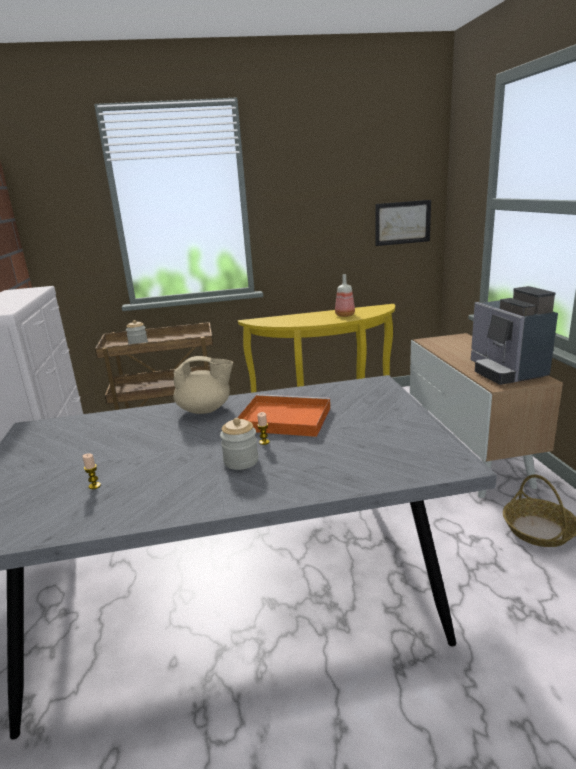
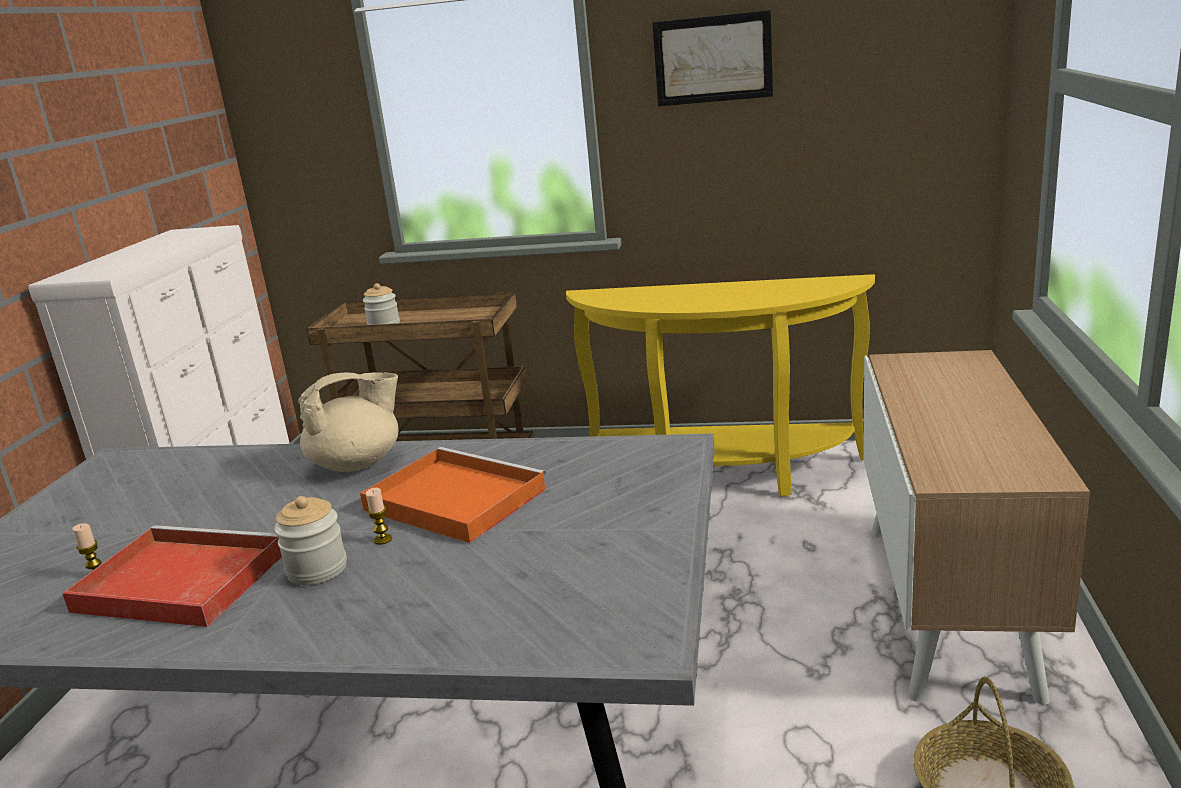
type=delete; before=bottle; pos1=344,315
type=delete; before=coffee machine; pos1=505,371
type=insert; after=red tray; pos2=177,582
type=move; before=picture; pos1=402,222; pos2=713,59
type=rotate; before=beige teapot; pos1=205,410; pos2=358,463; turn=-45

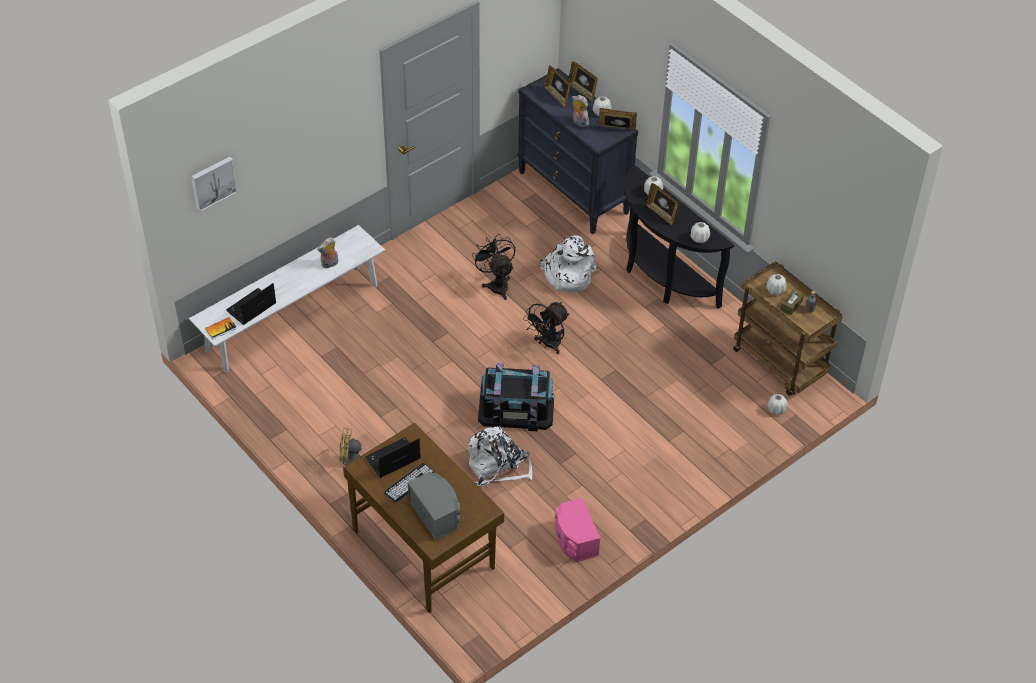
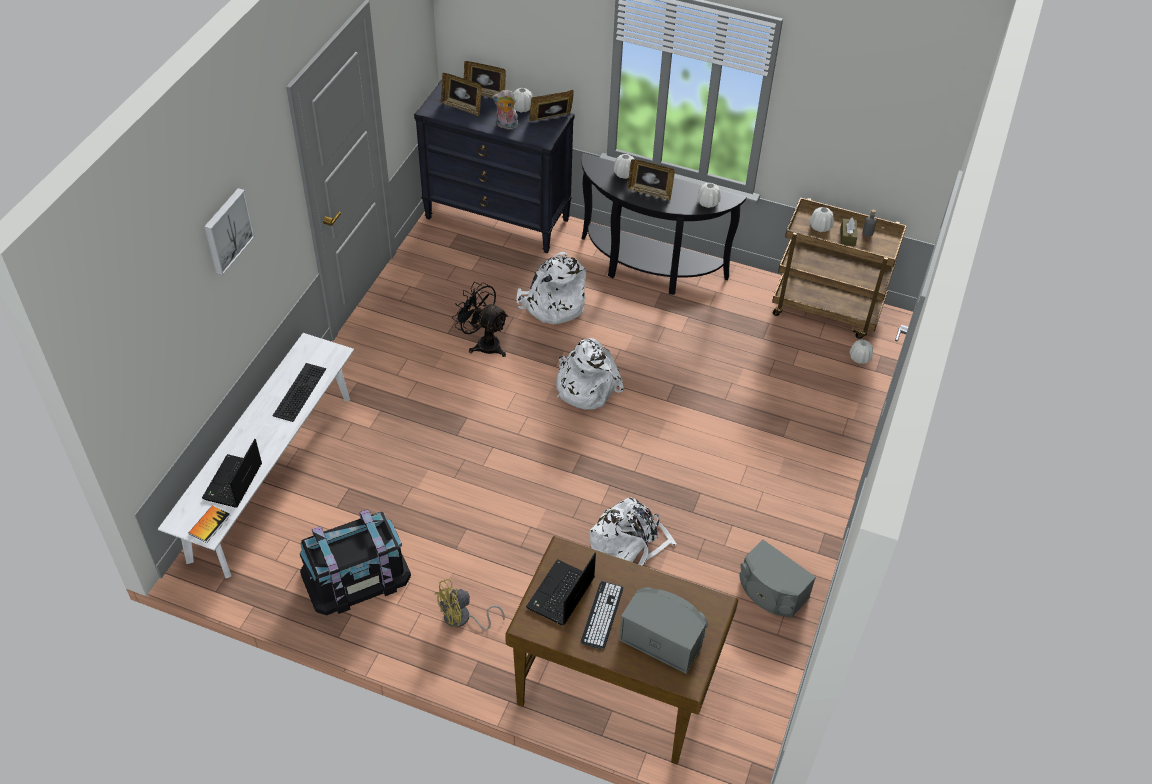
type=move; before=picture; pos1=213,182; pos2=227,230
type=move; before=black storage box; pos1=516,409; pos2=355,574
type=replace; before=plush toy; after=keyboard; pos1=329,264; pos2=298,391
type=replace; before=black fan; after=white backpack; pos1=548,344; pos2=585,386
type=recolor; before=pink speaker; after=grey speaker; pos1=574,540; pos2=771,592

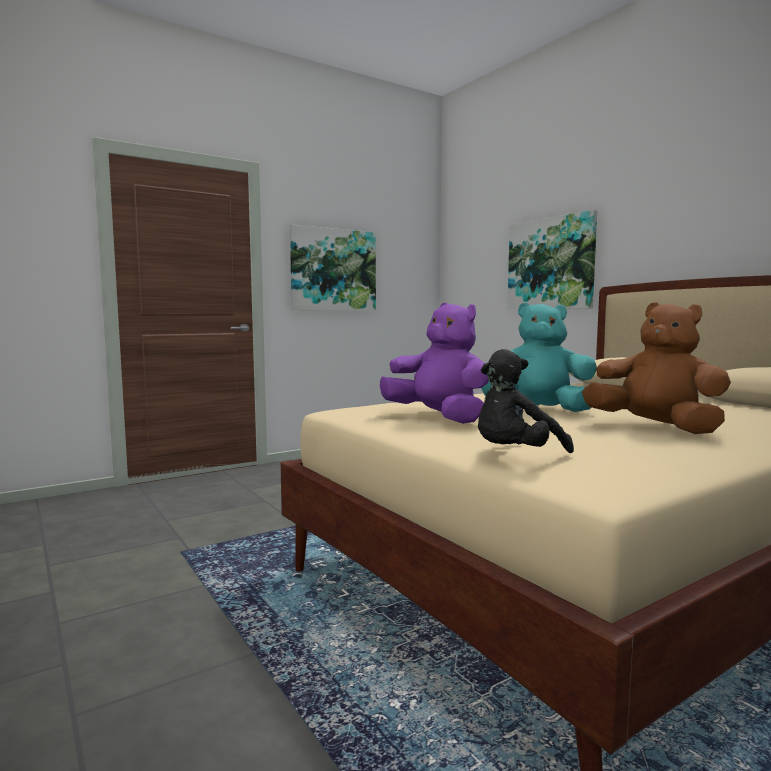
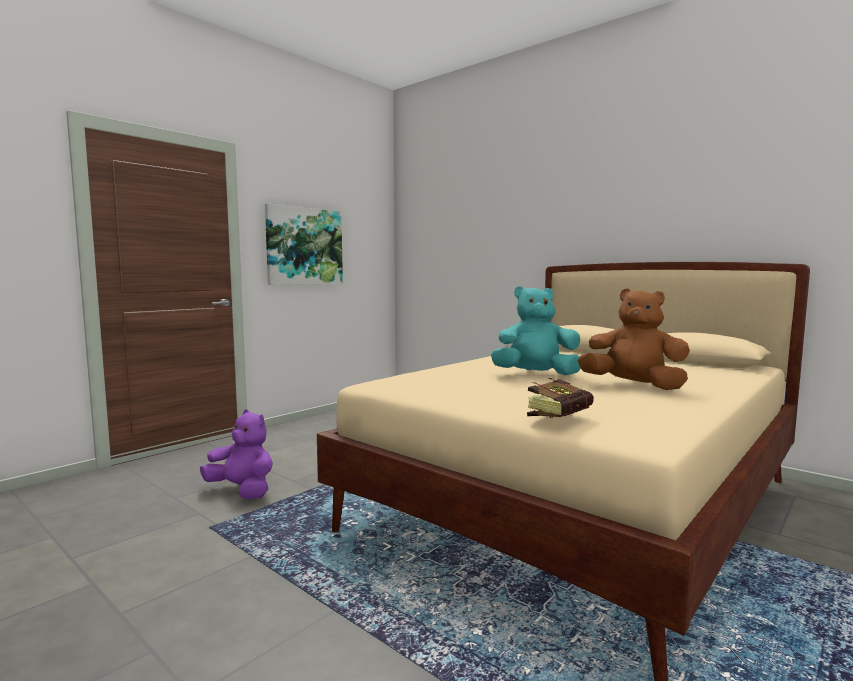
type=delete; before=picture; pos1=551,263
type=move; before=purple plush toy; pos1=439,418; pos2=242,491
type=replace; before=black plush toy; after=book; pos1=515,456; pos2=563,418

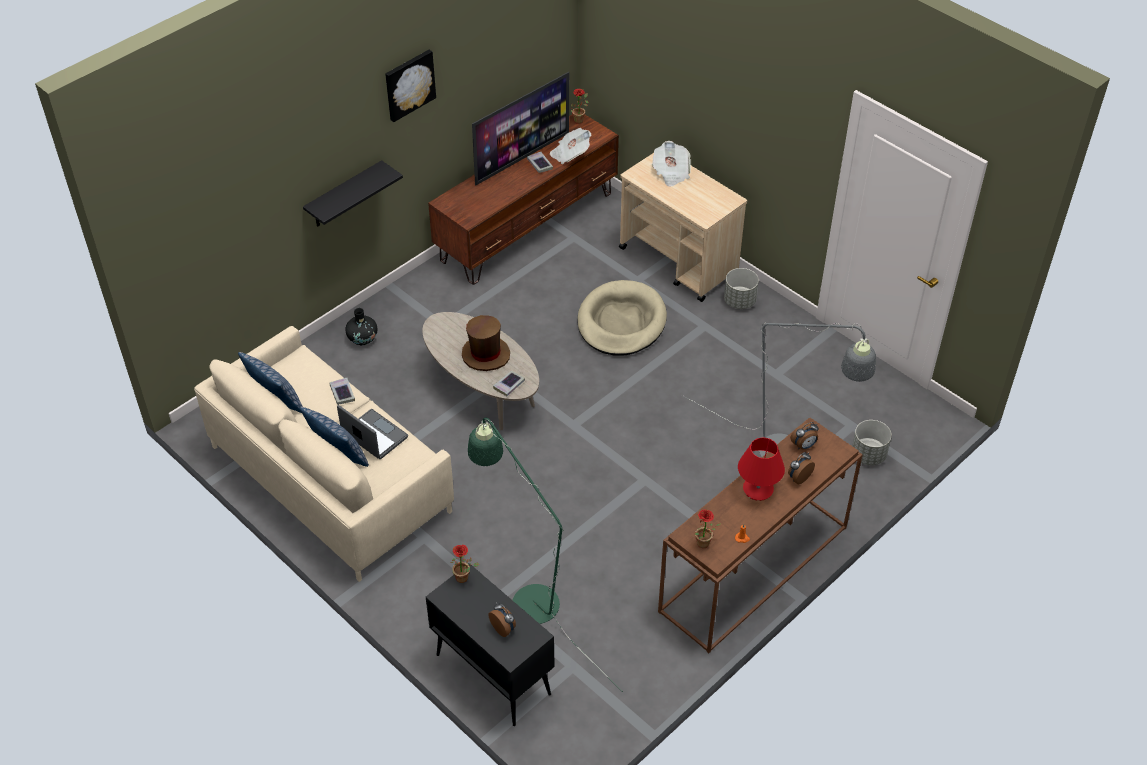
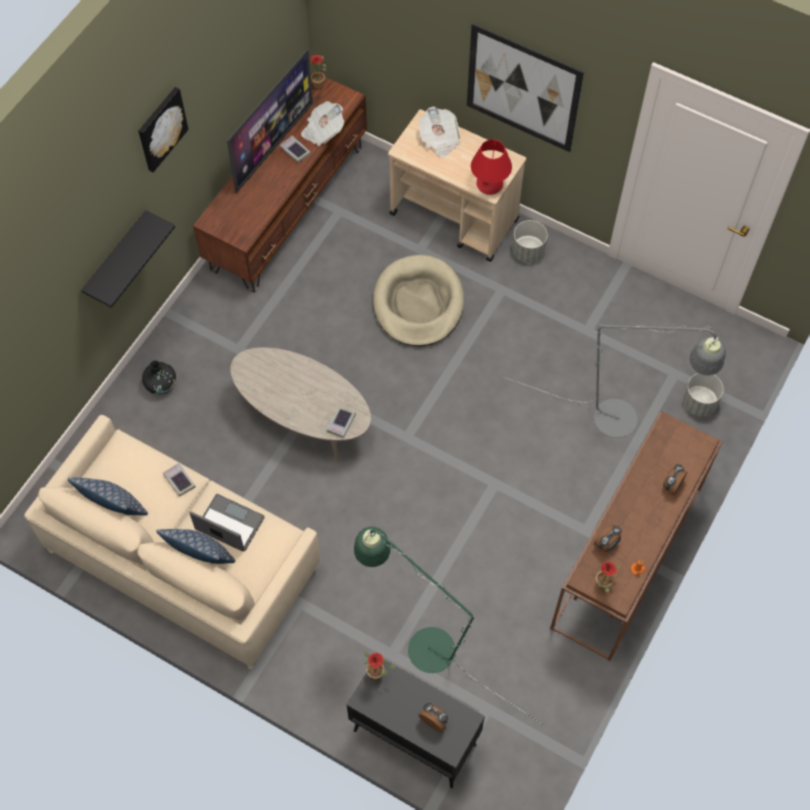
type=delete; before=brown hat; pos1=485,355
type=insert; after=picture; pos2=522,88
type=move; before=red table lamp; pos1=758,489; pos2=490,184
type=move; before=alarm clock; pos1=803,446; pos2=606,544

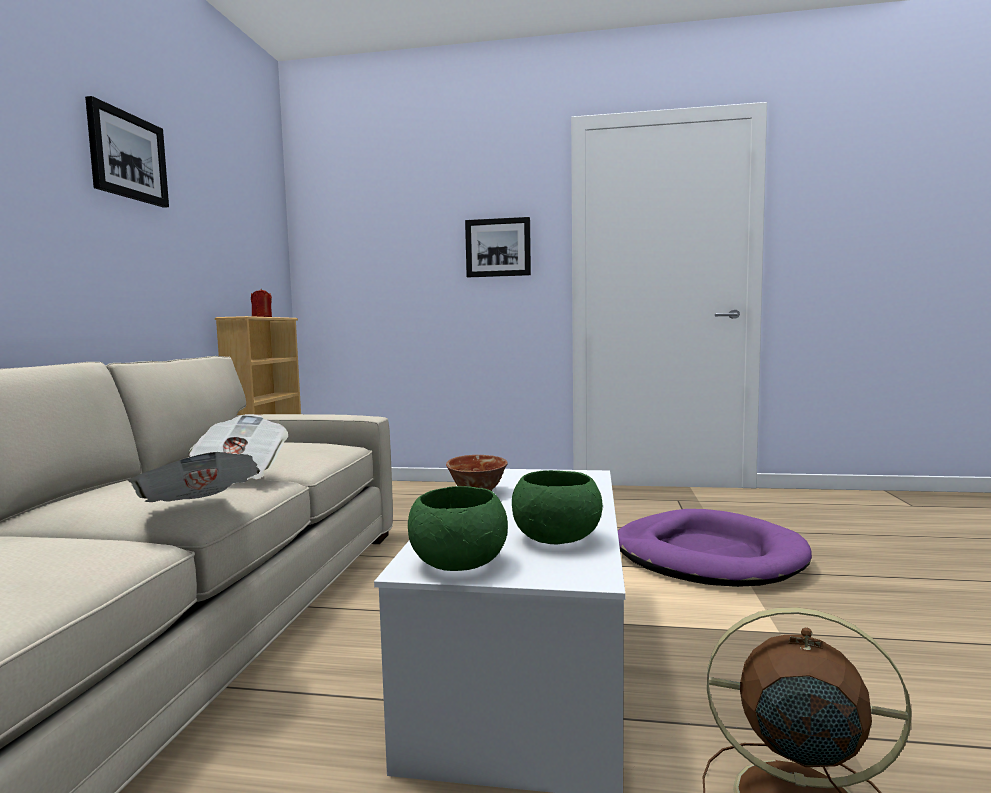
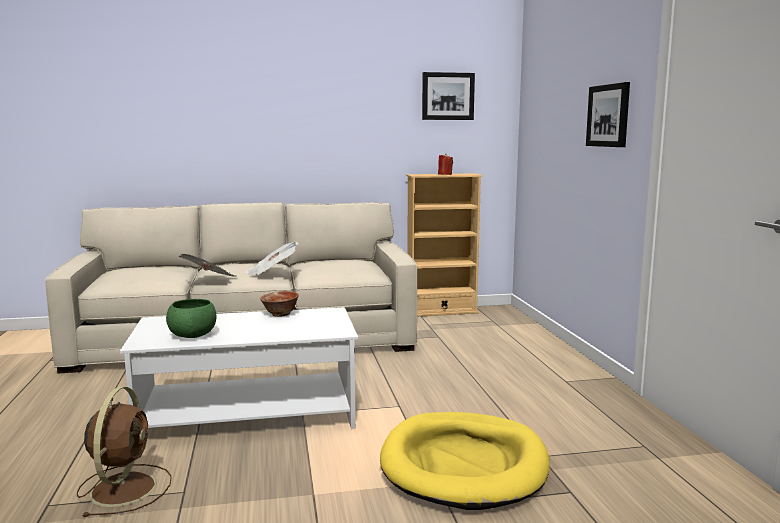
type=delete; before=green bowl; pos1=459,563
type=move; before=picture; pos1=127,156; pos2=447,96
type=recolor; before=purple dog bed; after=yellow dog bed; pos1=707,556; pos2=464,465

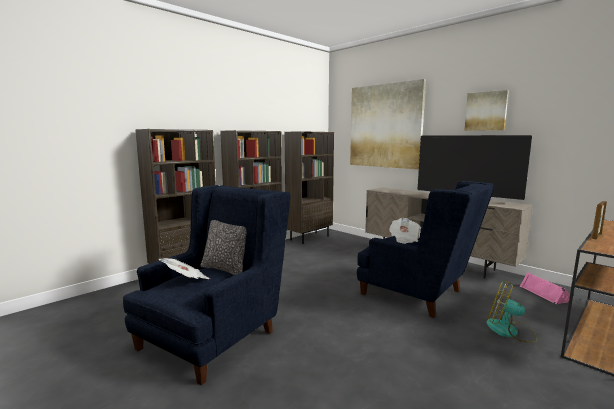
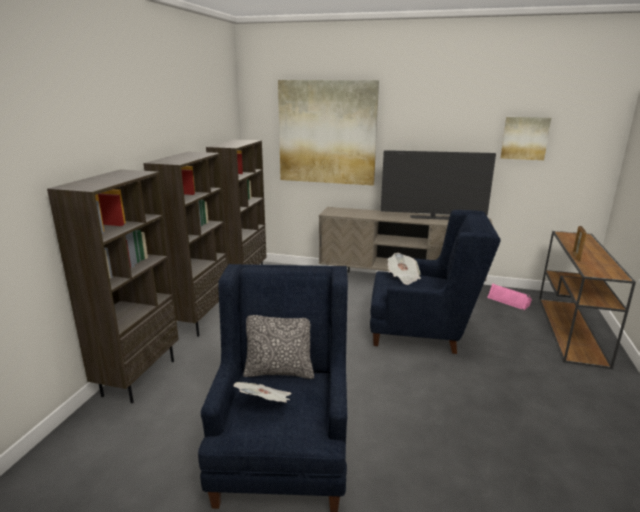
type=delete; before=fan; pos1=509,331
type=move; before=picture; pos1=486,111; pos2=524,138

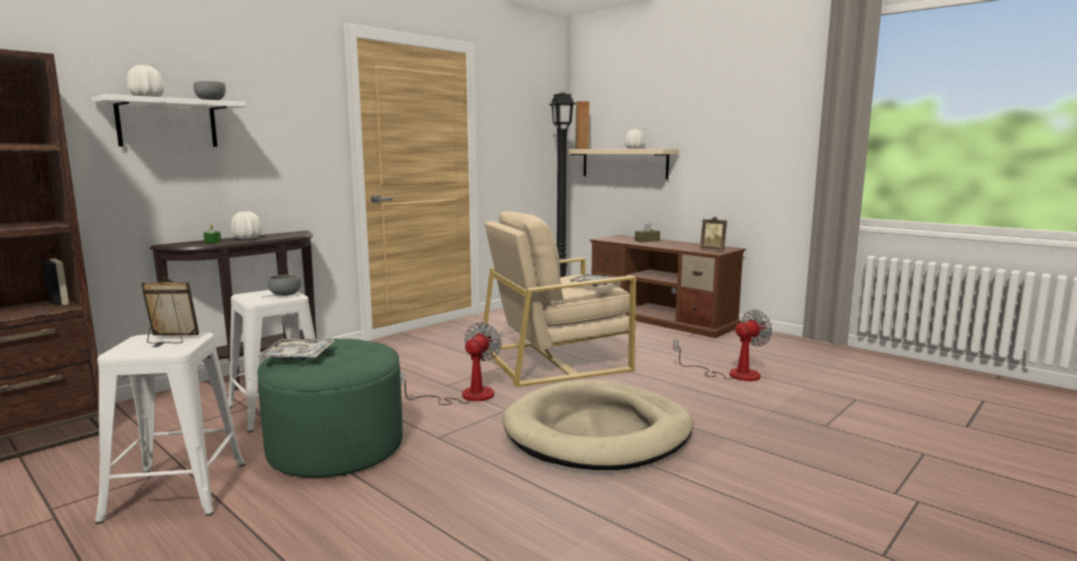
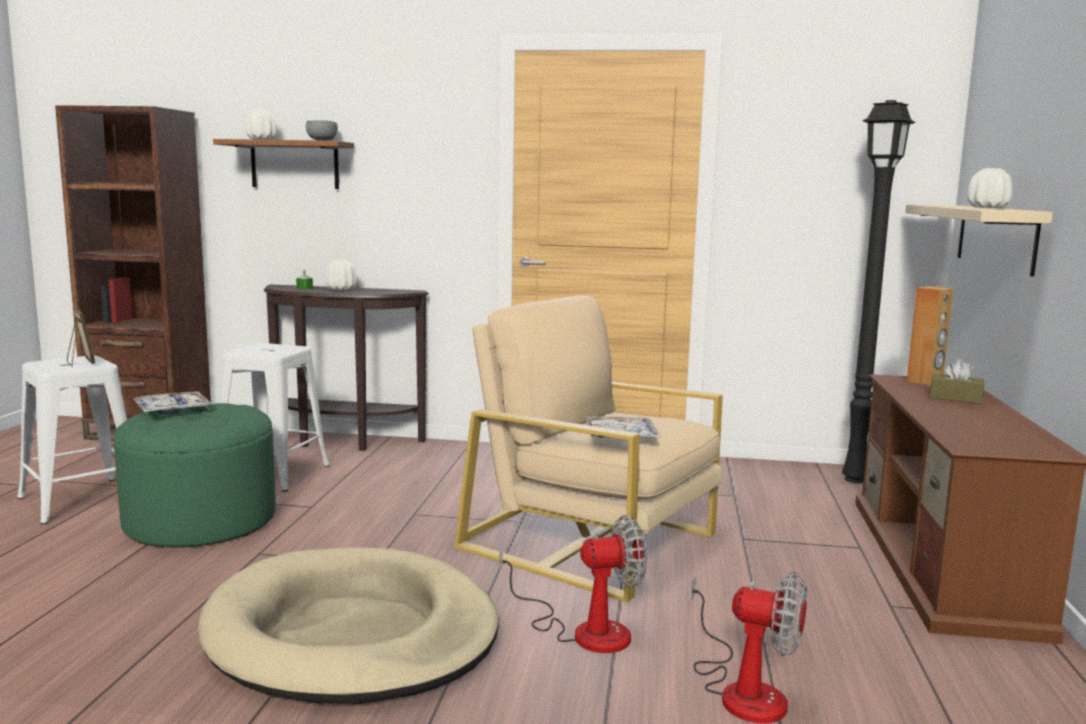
type=delete; before=grey bowl; pos1=285,295
type=delete; before=picture frame; pos1=713,250
type=move; before=fan; pos1=465,396; pos2=584,631
type=move; before=brown speaker; pos1=582,148; pos2=925,382
type=recolor; before=white shelf; after=brown shelf; pos1=167,123; pos2=295,165

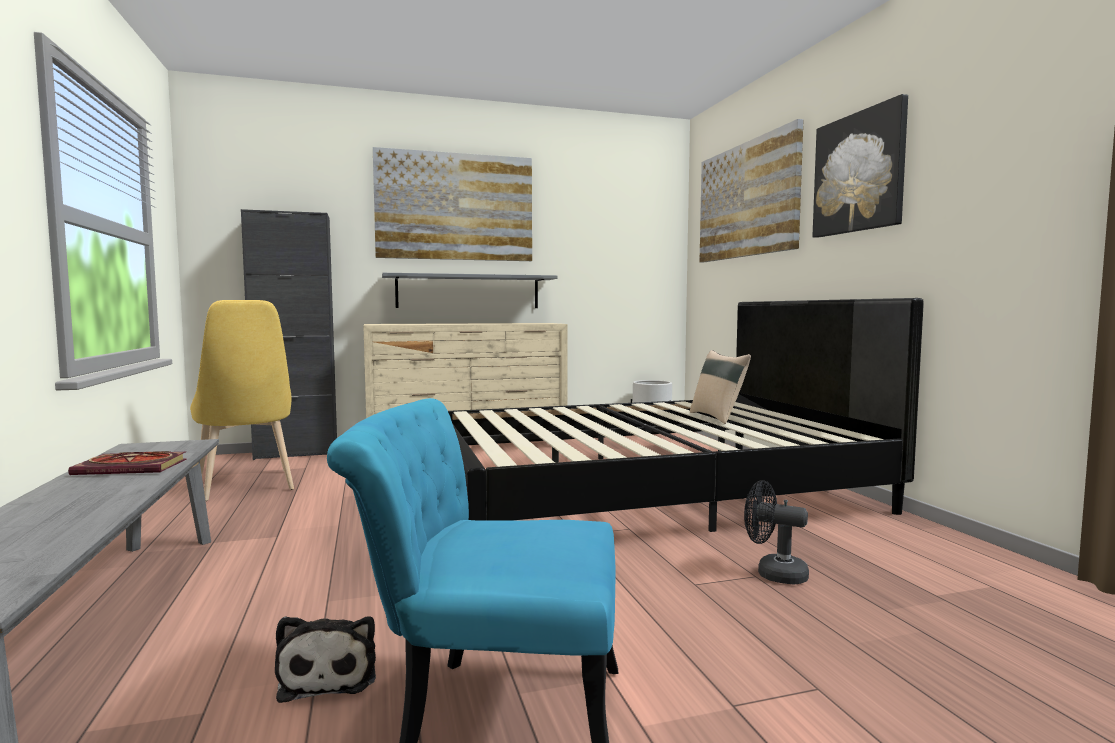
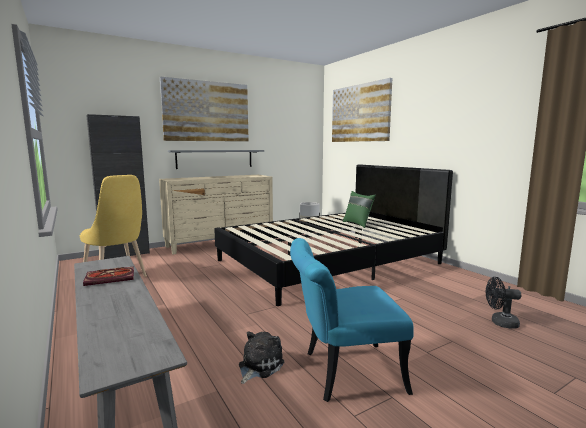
type=delete; before=picture; pos1=859,173
type=move; before=black fan; pos1=773,573; pos2=500,323
type=recolor; before=beige pillow; after=green pillow; pos1=718,417; pos2=358,224
type=rotate; before=plush toy; pos1=329,675; pos2=259,366; turn=-120

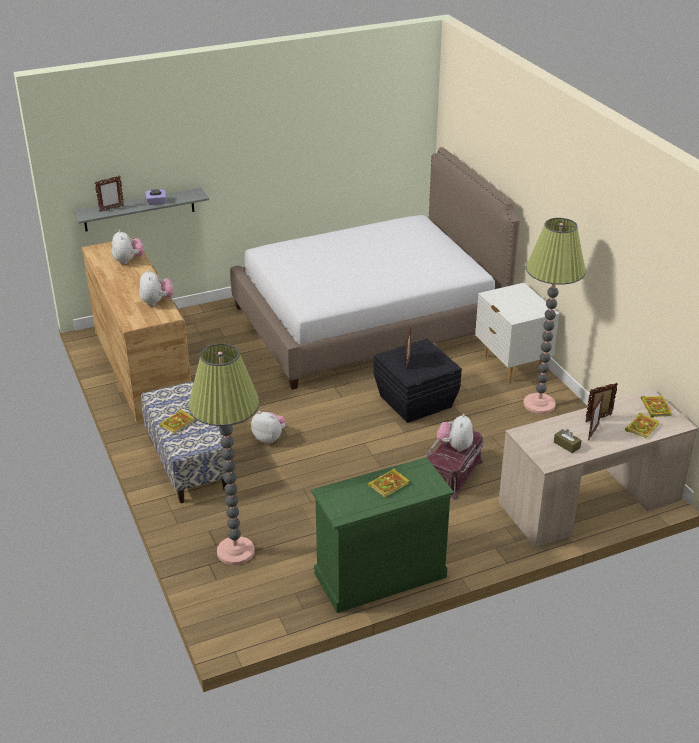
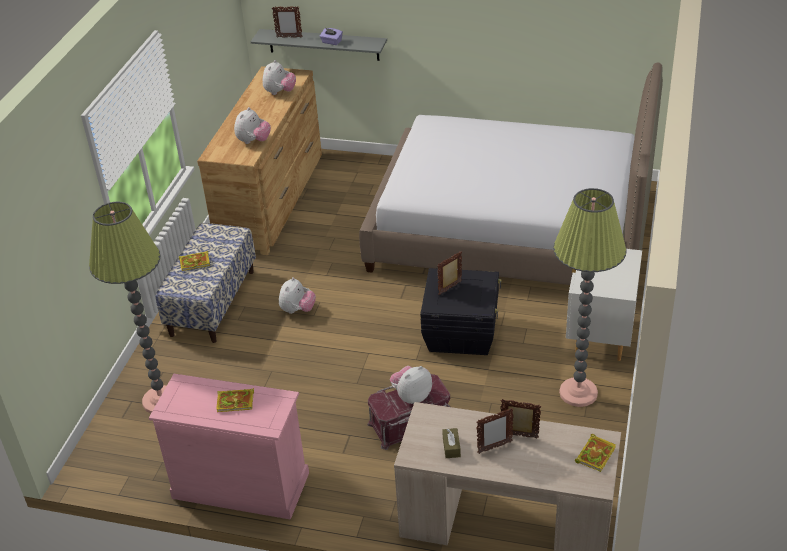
type=delete; before=book; pos1=642,427
type=recolor; before=green dresser; after=pink dresser; pos1=380,575; pos2=241,485
type=rotate; before=plush toy; pos1=269,438; pos2=297,310; turn=45

